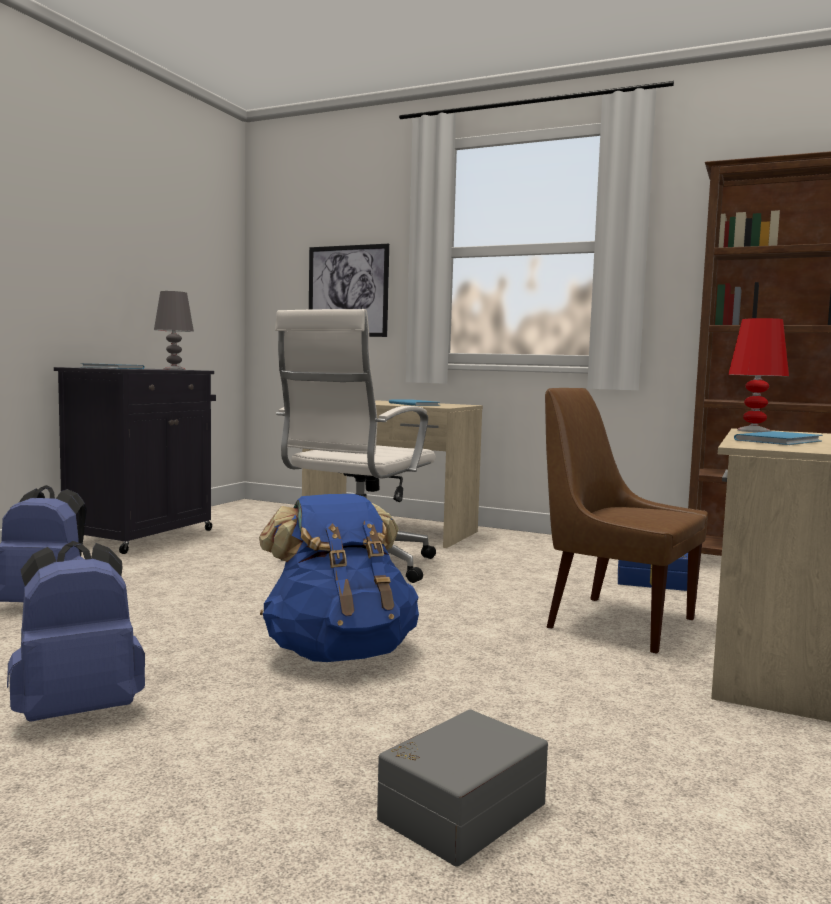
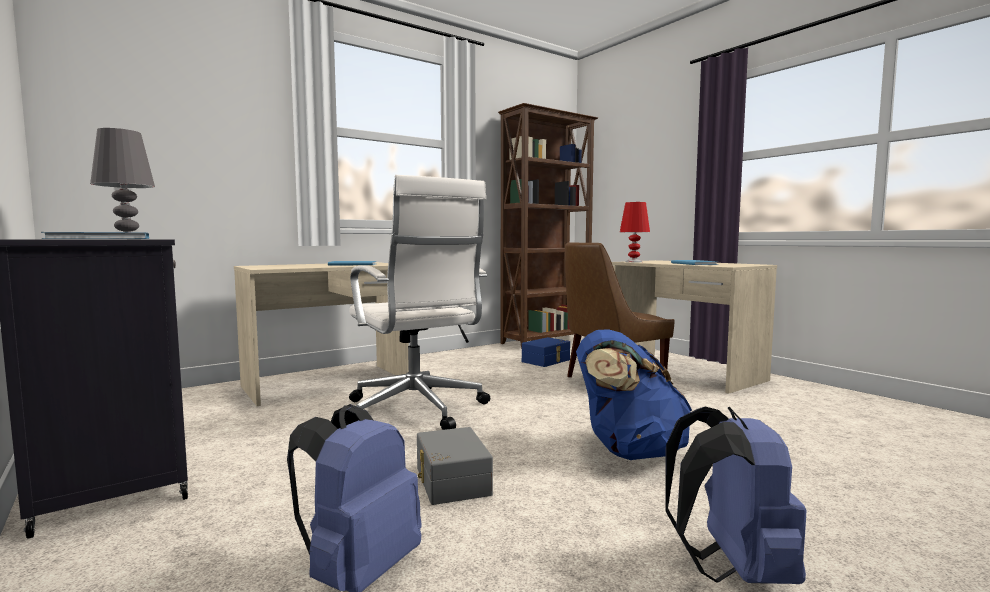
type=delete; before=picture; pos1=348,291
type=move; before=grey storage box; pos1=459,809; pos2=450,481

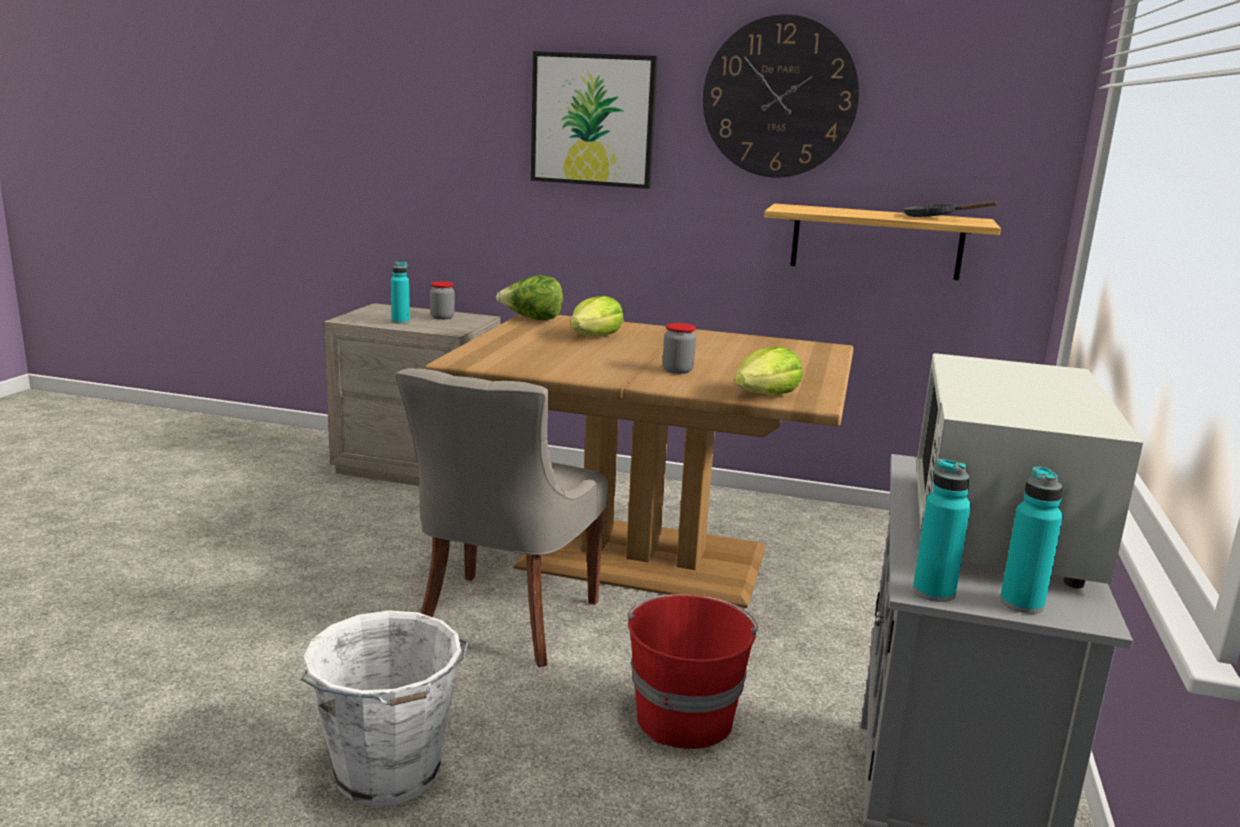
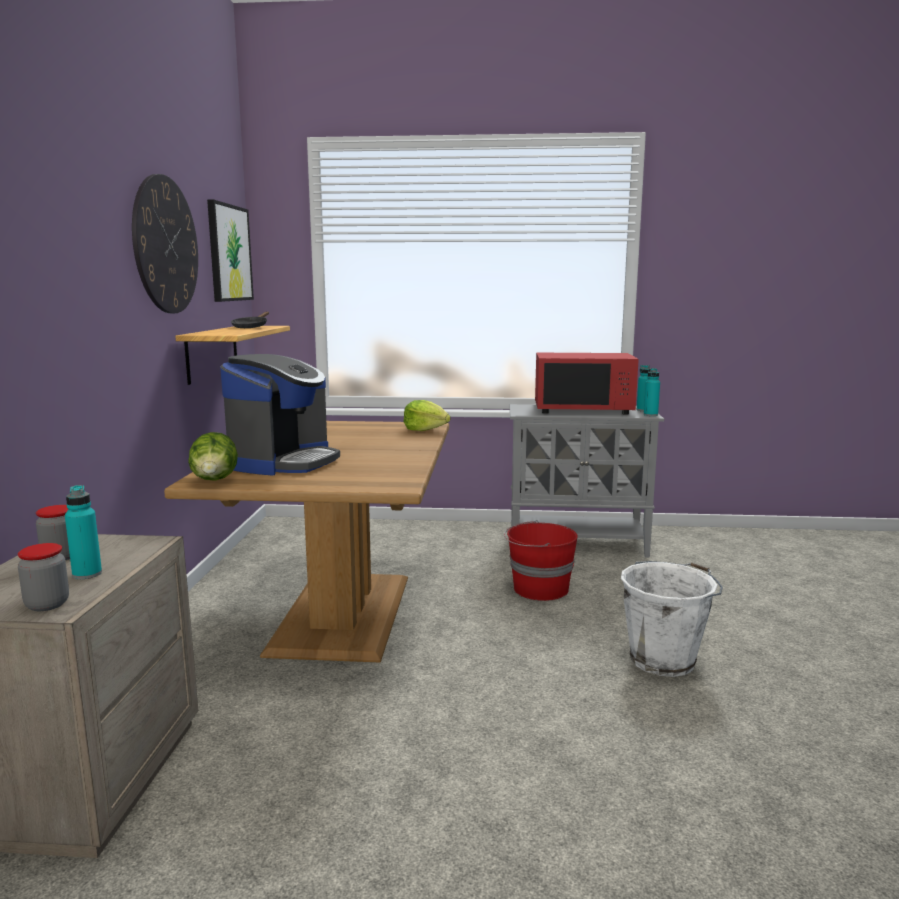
type=delete; before=grey chair; pos1=503,621
type=move; before=picture; pos1=593,120; pos2=229,253
type=move; before=jar; pos1=677,370; pos2=47,604
type=replace; before=lettuce; after=coffee machine; pos1=595,336; pos2=283,462
type=recolor; before=white microwave; after=red microwave; pos1=1000,529; pos2=583,409

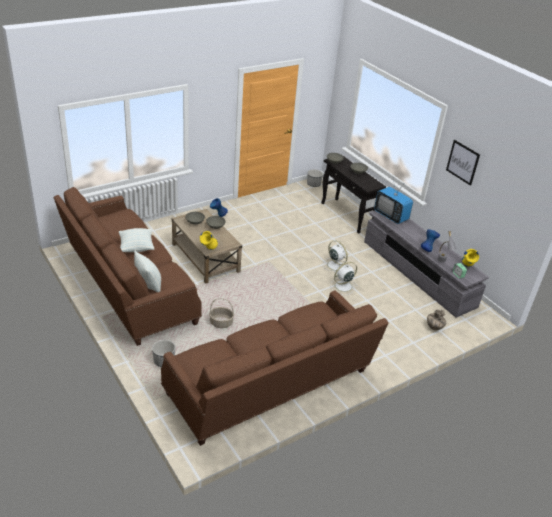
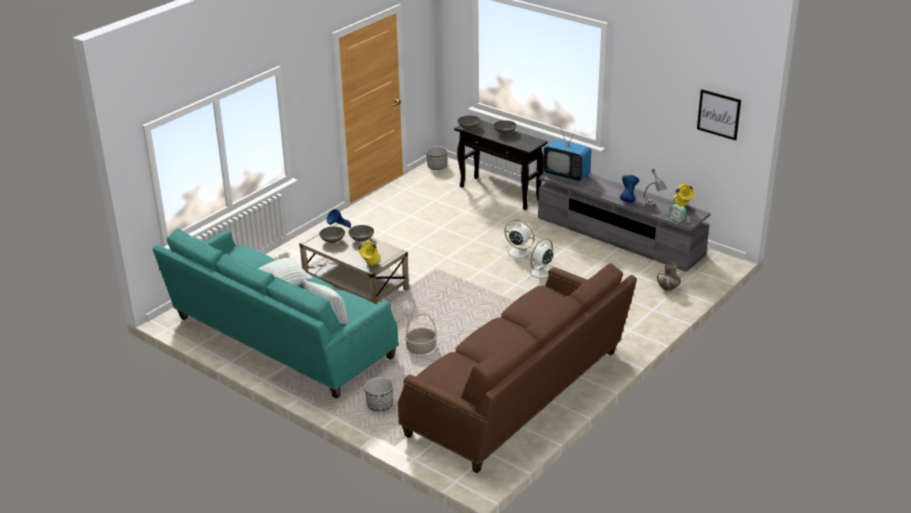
type=move; before=picture; pos1=462,162; pos2=718,114
type=recolor; before=brown sofa; after=turquoise sofa; pos1=127,286; pos2=279,340

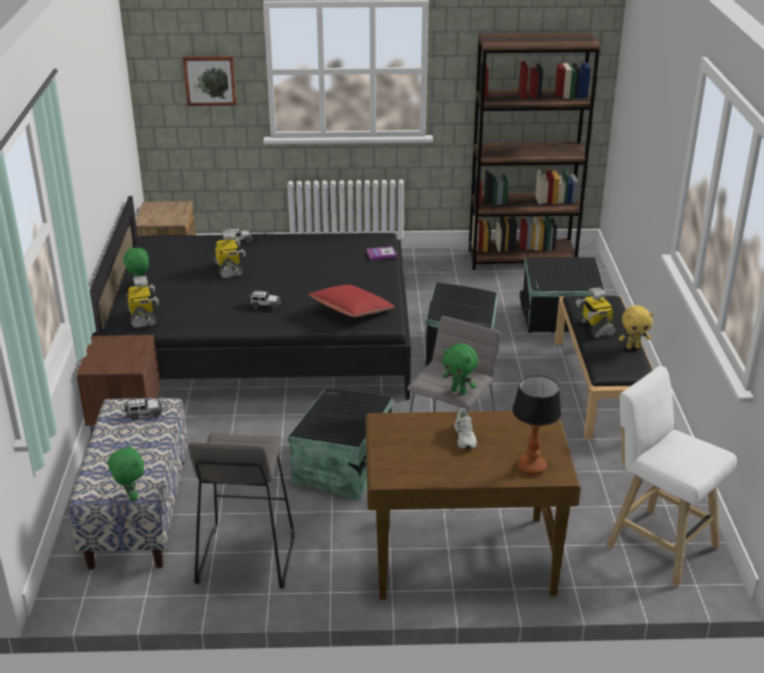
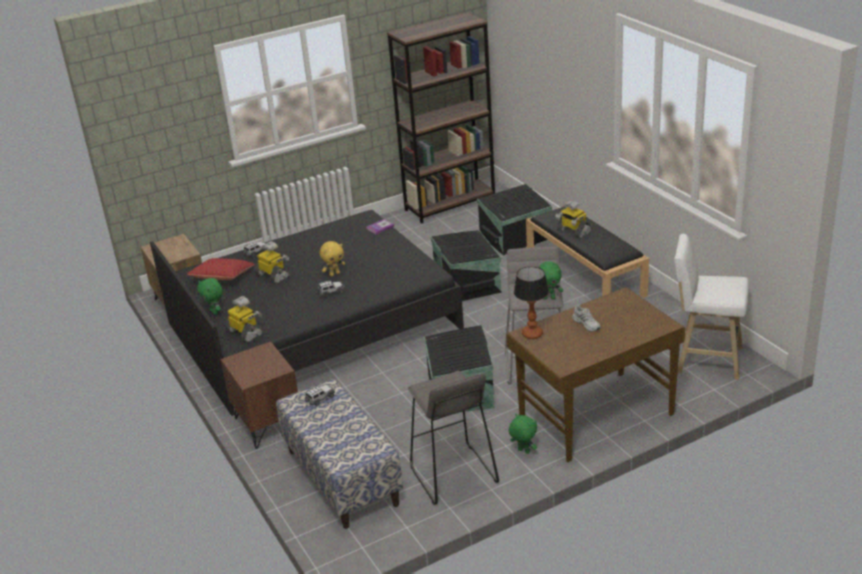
type=delete; before=picture; pos1=210,80
type=move; before=green plush toy; pos1=130,497; pos2=523,451
type=move; before=red pillow; pos1=352,311; pos2=223,278
type=move; before=table lamp; pos1=531,468; pos2=532,334
type=move; before=yellow plush toy; pos1=633,347; pos2=334,274

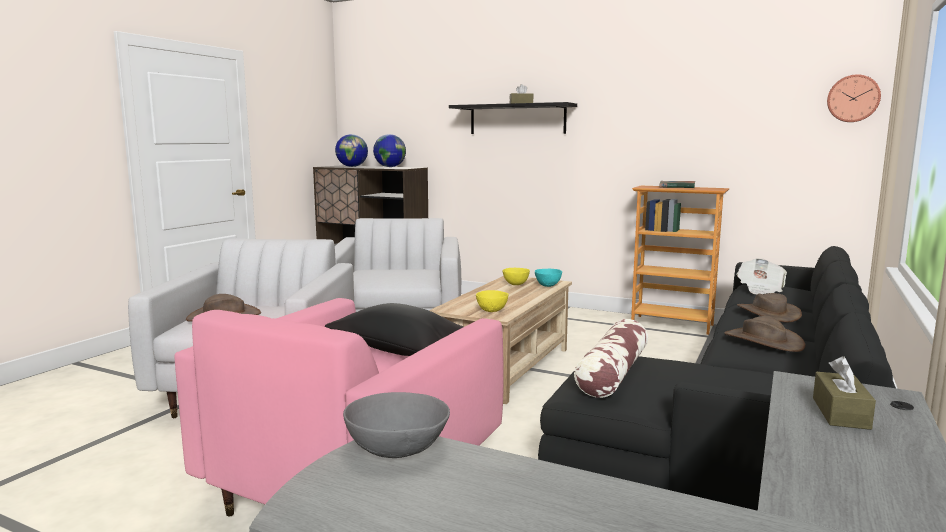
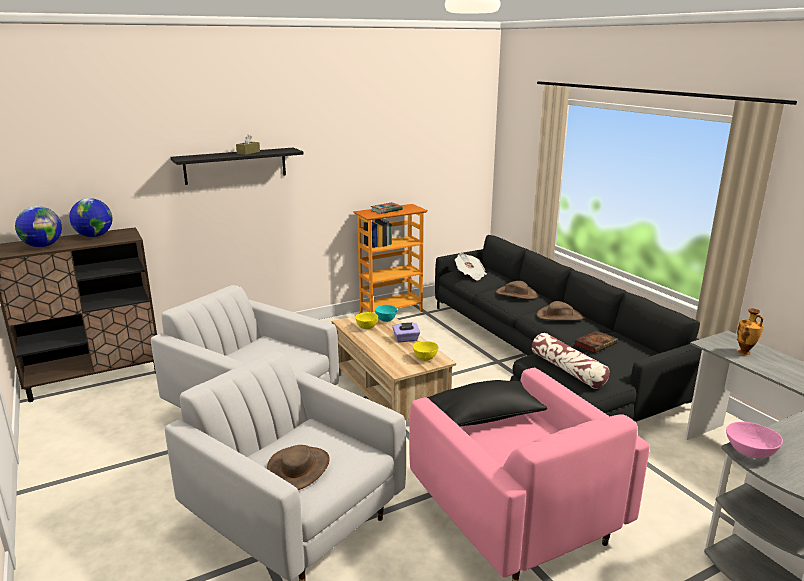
type=delete; before=wall clock; pos1=853,98
type=insert; after=purple tissue box; pos2=406,339
type=insert; after=book; pos2=595,344
type=replace; before=brown tissue box; after=vase; pos1=840,413; pos2=744,352
type=recolor; before=grey bowl; after=pink bowl; pos1=397,447; pos2=749,451

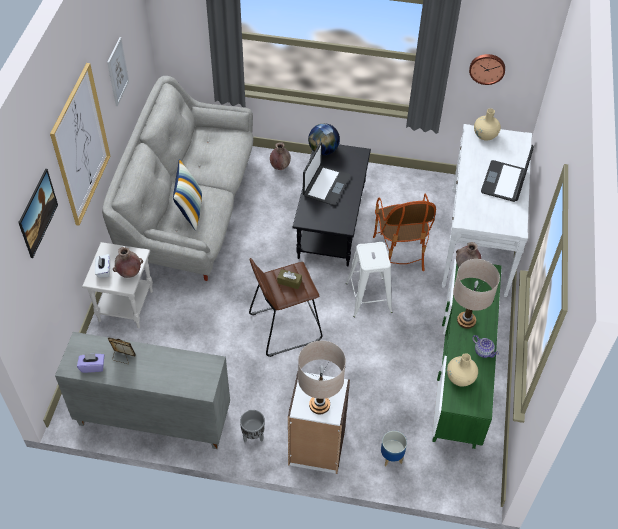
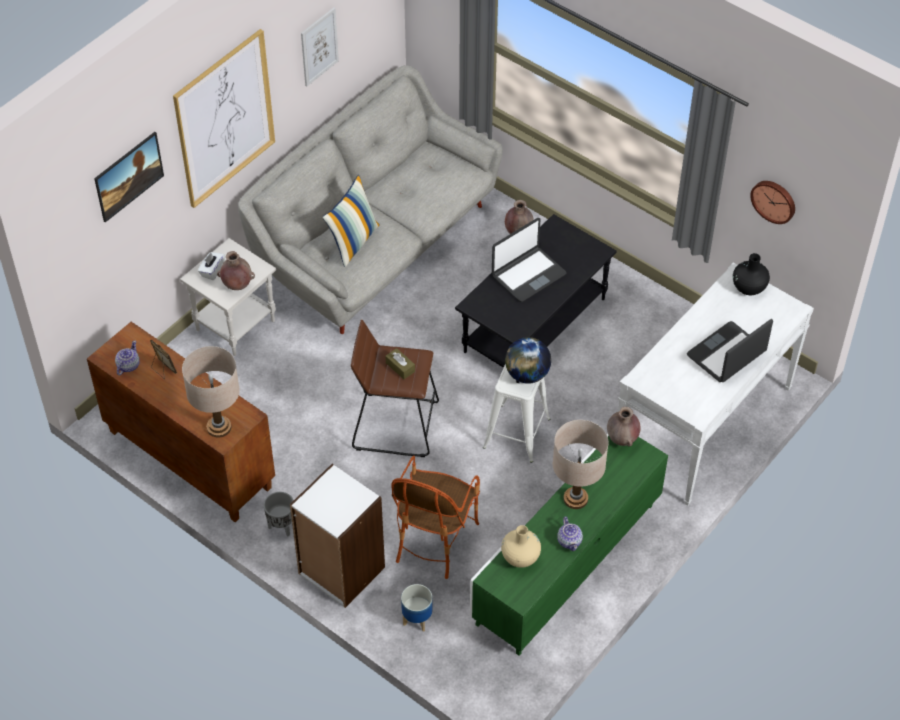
type=move; before=beige table lamp; pos1=319,405; pos2=219,427
type=move; before=globe; pos1=323,150; pos2=527,374
type=move; before=armchair; pos1=399,252; pos2=434,539
type=replace; before=purple tissue box; after=teapot; pos1=92,366; pos2=128,366
type=recolor; before=grey cabinet; after=brown cabinet; pos1=152,418; pos2=188,459
type=recolor; before=beige vase; after=black vase; pos1=485,135; pos2=748,287

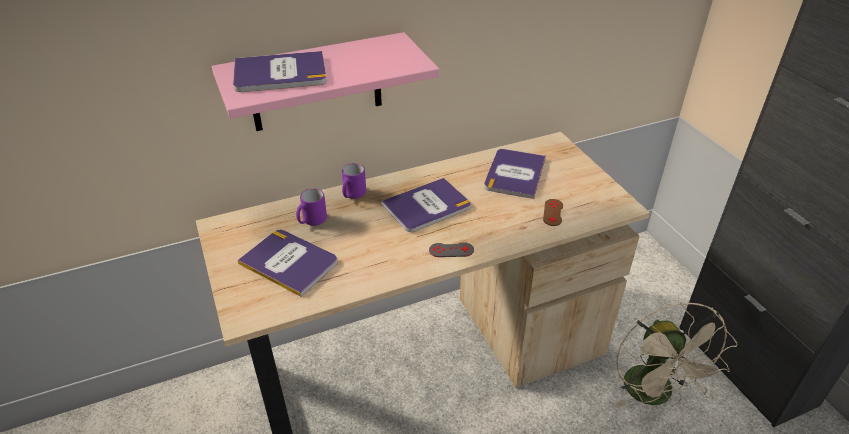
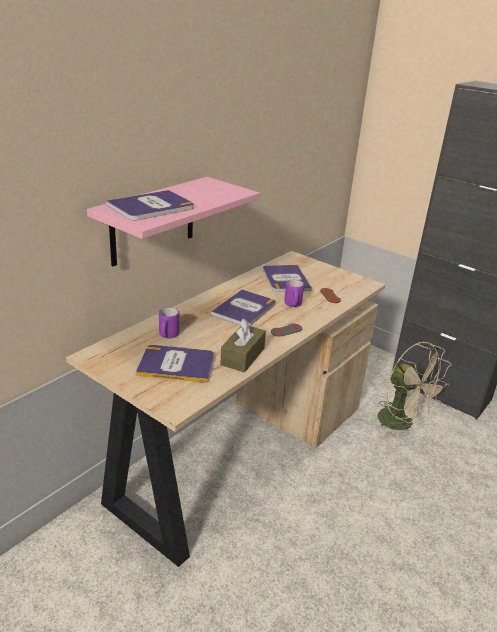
type=insert; after=brown tissue box; pos2=242,356
type=move; before=purple mug; pos1=353,195; pos2=293,305

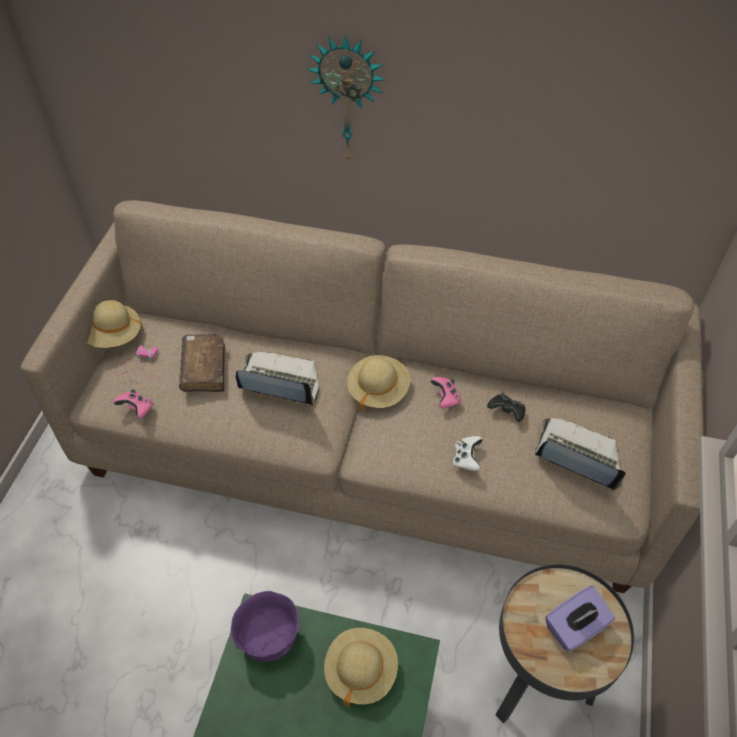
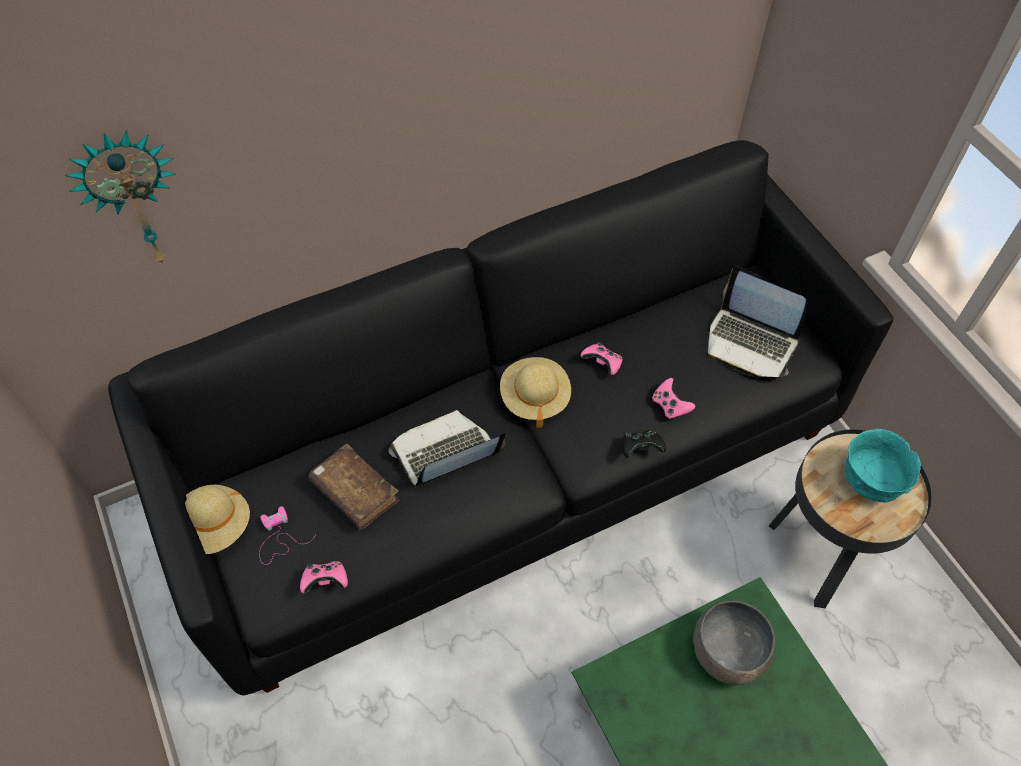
type=delete; before=purple bowl; pos1=269,639
type=move; before=wall clock; pos1=348,99; pos2=133,199
type=move; before=black game controller; pos1=507,412; pos2=641,448
type=replace; before=beige hat; after=grey bowl; pos1=361,671; pos2=727,652
type=replace; before=purple tissue box; after=turquoise bowl; pos1=575,627; pos2=869,482
type=recolor; before=beige sofa; after=black sofa; pos1=369,446; pos2=510,462
type=recolor; before=white game controller; after=pink game controller; pos1=466,458; pos2=670,405
type=rotate; before=laptop; pos1=577,458; pos2=750,343; turn=-135

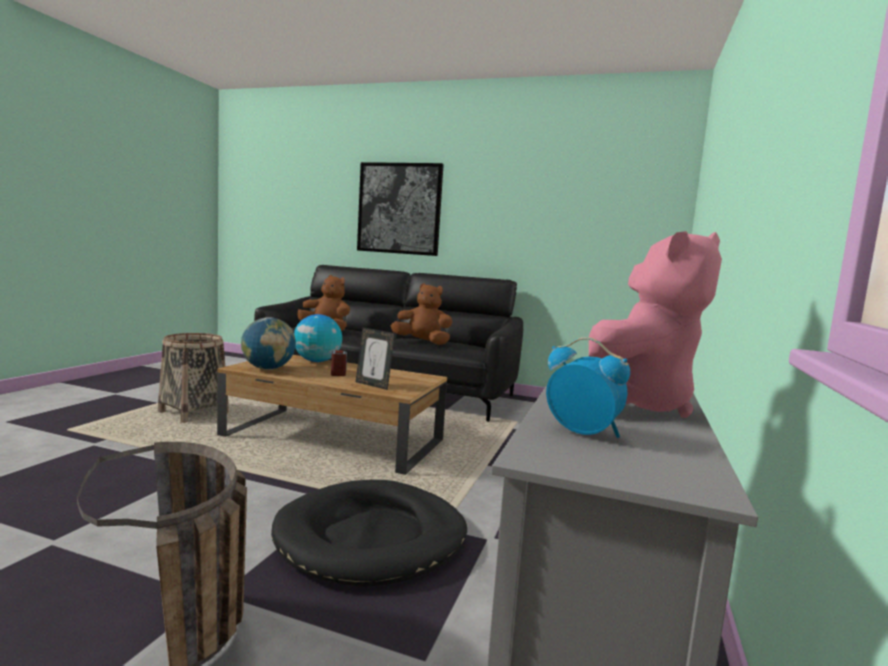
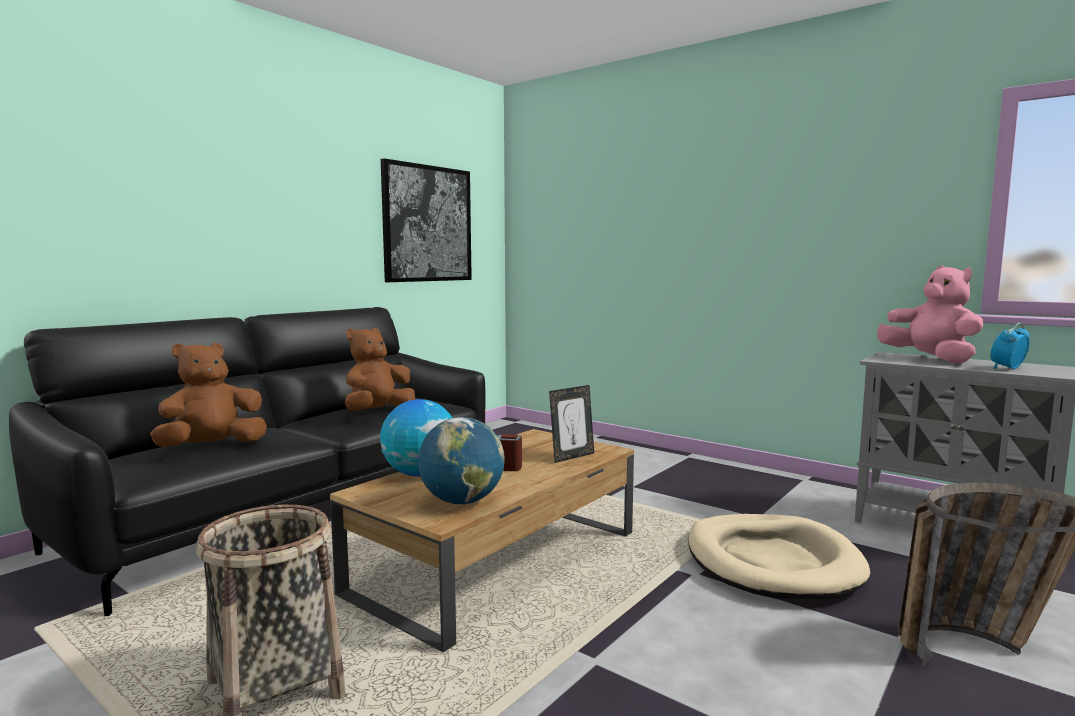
type=move; before=picture; pos1=399,208; pos2=427,224
type=recolor; before=black dog bed; after=beige dog bed; pos1=372,538; pos2=772,562

